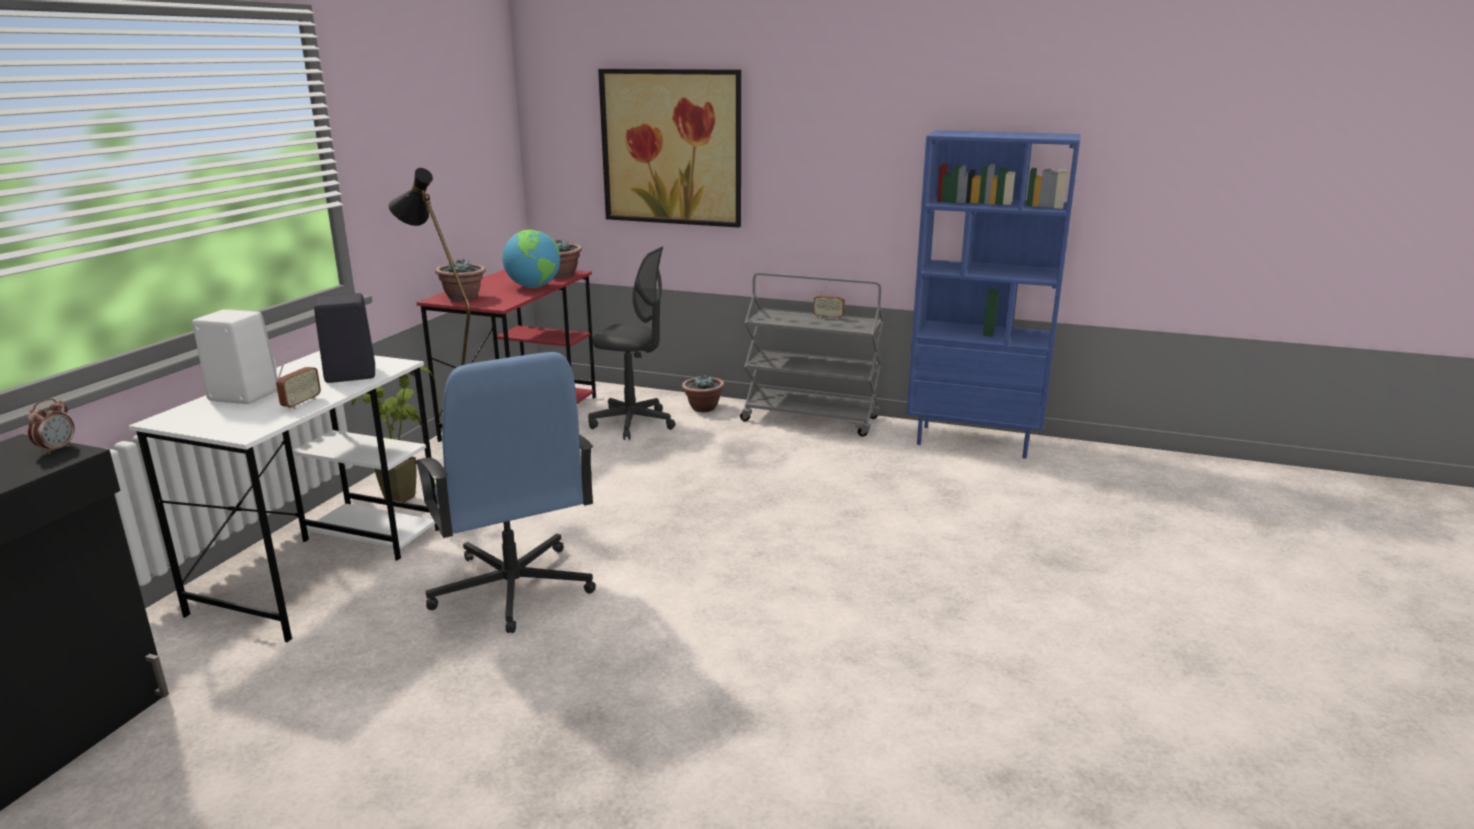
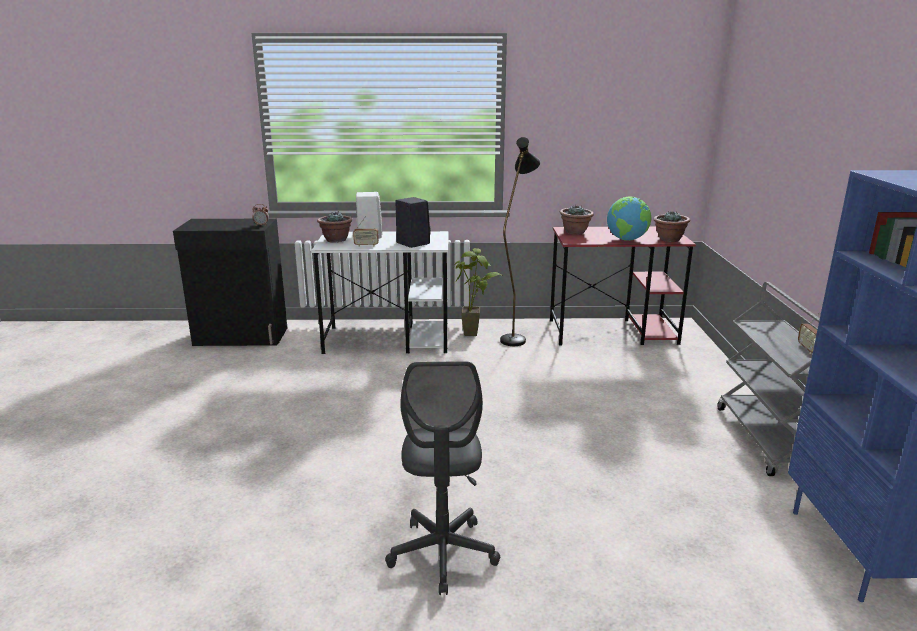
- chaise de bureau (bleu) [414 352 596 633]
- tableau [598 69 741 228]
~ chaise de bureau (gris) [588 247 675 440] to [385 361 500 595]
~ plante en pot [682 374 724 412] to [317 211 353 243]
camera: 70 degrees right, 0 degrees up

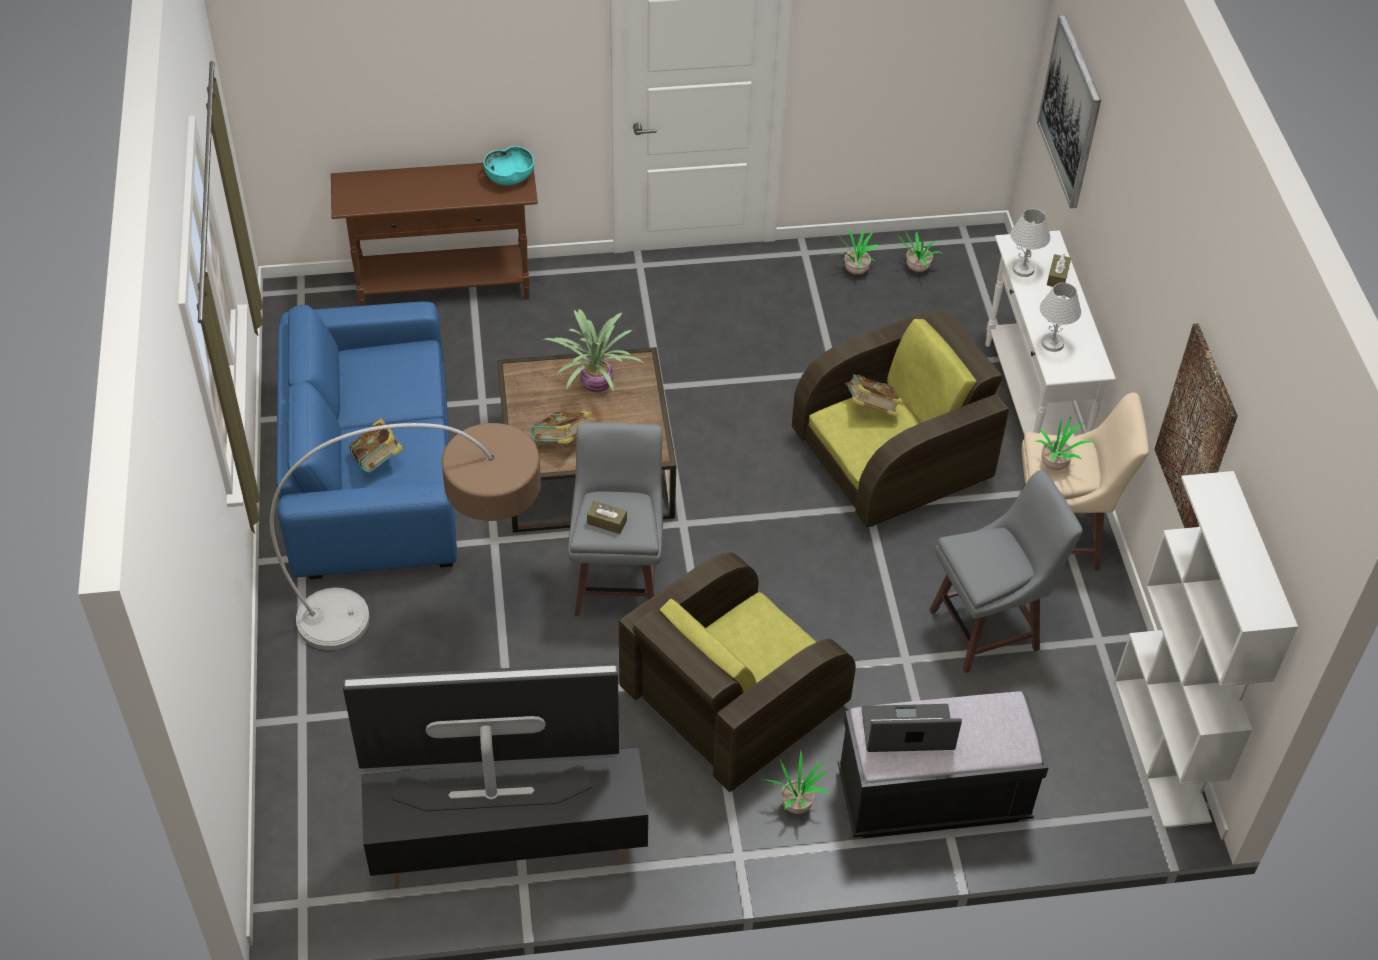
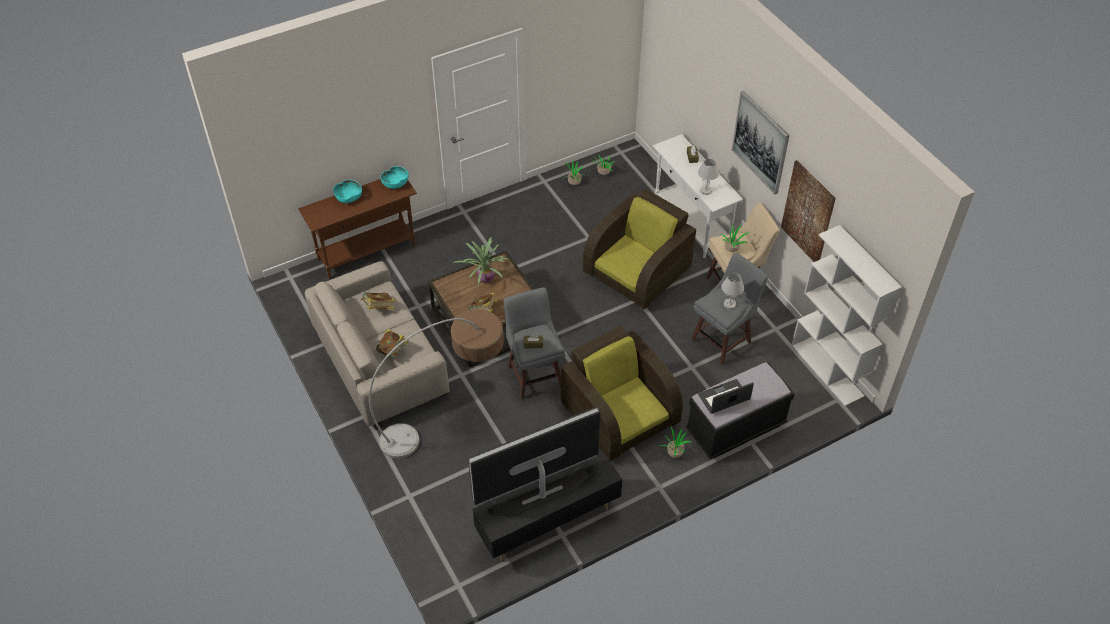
+ bol (turquoise) [333 180 362 203]
~ livre [844 374 903 417] to [361 292 395 309]
~ lampe de table (blanc) [1010 209 1050 277] to [721 273 744 309]
~ tableau [1037 15 1101 208] to [732 91 789 194]
~ canapé (bleu) [277 302 457 579] to canapé (beige) [305 261 450 427]
~ fauteuil (marron) [619 552 856 792] = [561 326 683 461] 120 degrees clockwise
camera: 20 degrees left, 0 degrees up

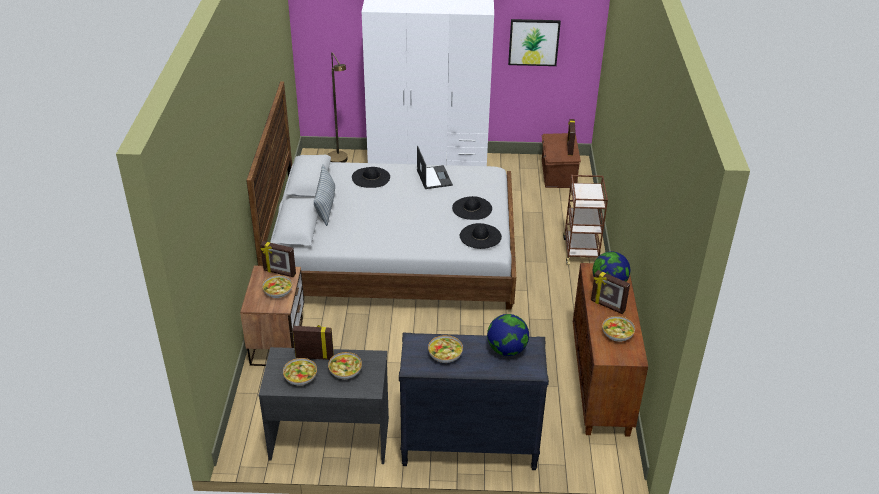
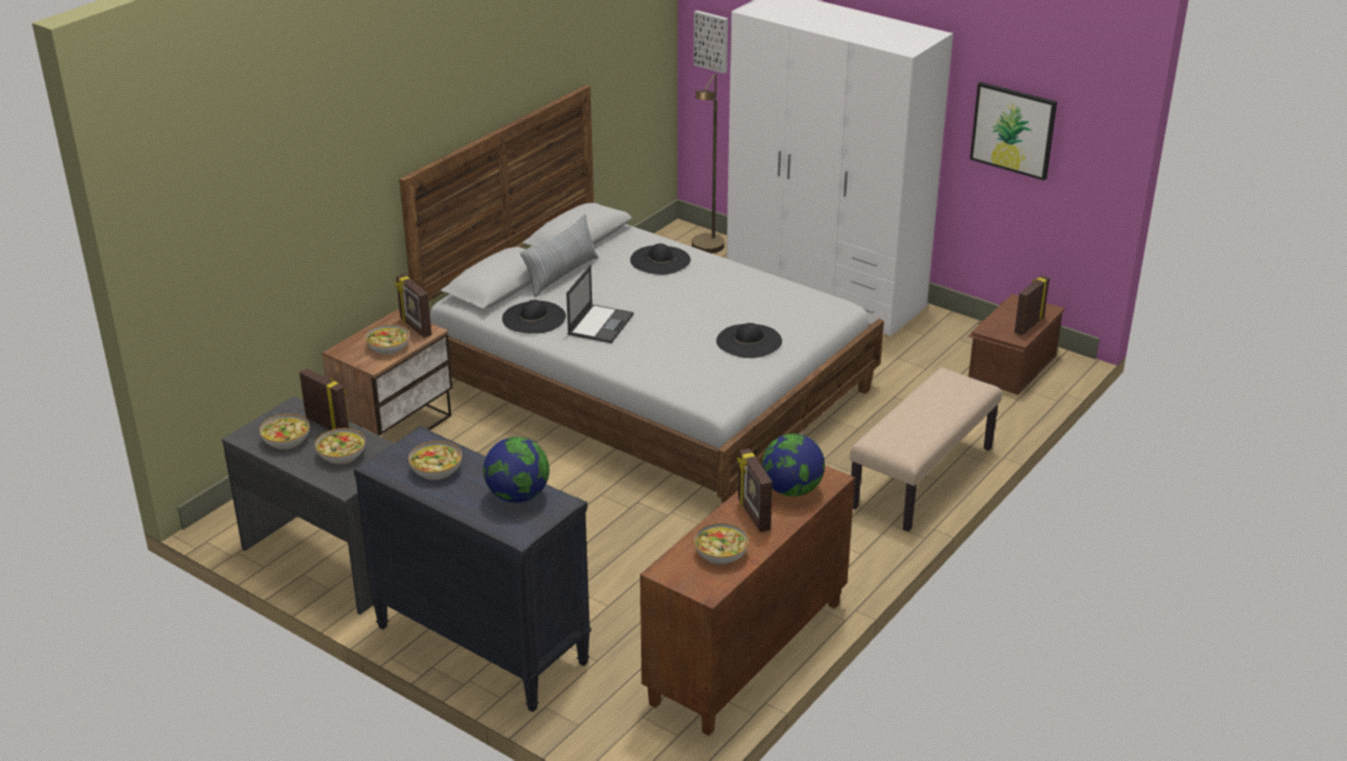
+ tableau [694 10 728 74]
~ ordinateur portable [417 146 453 189] to [566 265 634 343]
~ chapeau (noir) [460 223 502 249] to [502 300 566 334]
~ chariot (marron) [563 175 608 265] to banc (beige) [850 367 1002 532]
camera: 35 degrees right, 5 degrees down

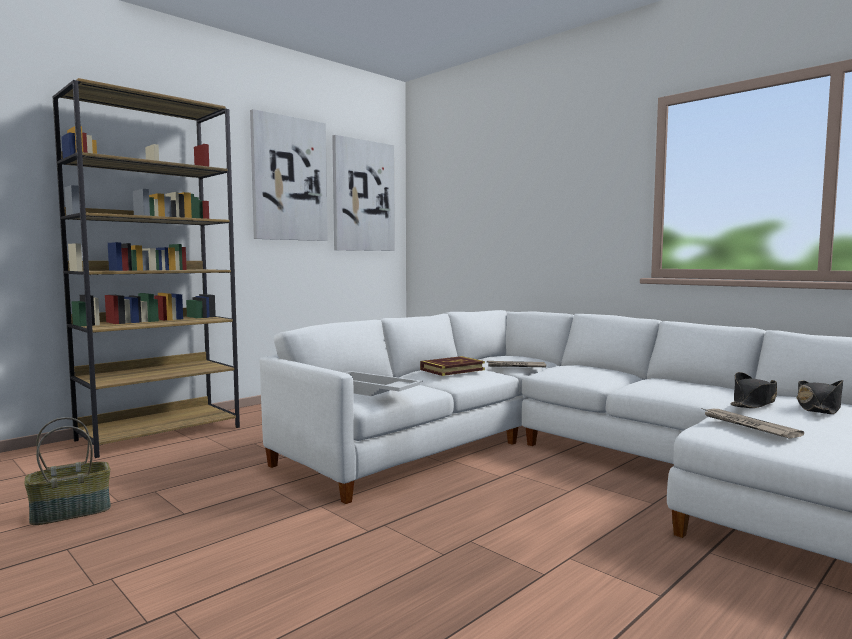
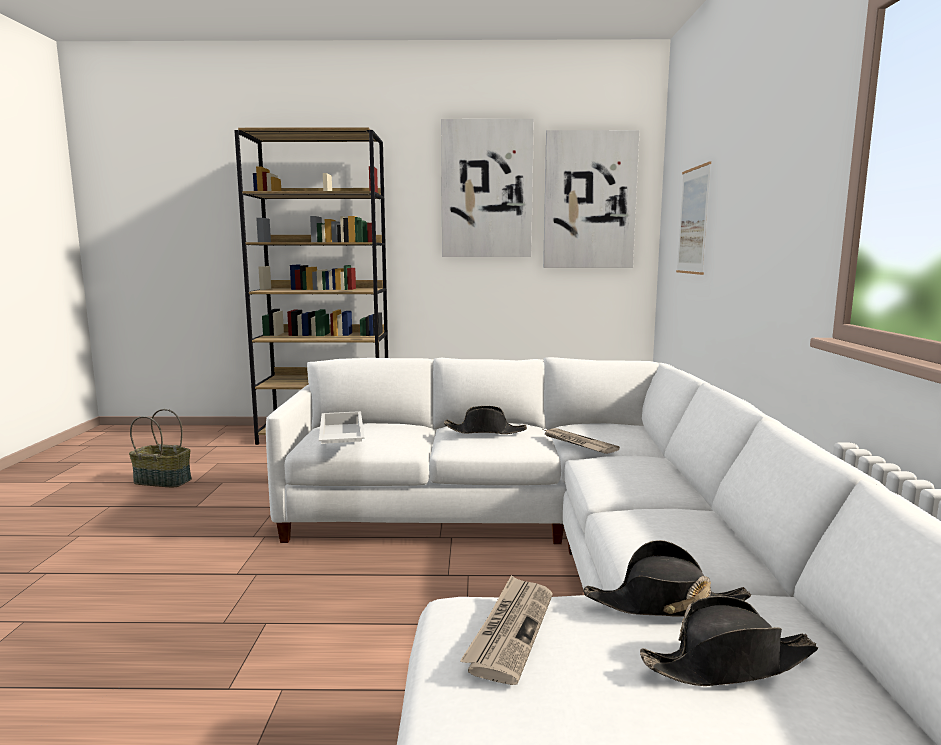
+ tableau [676 162 711 275]
~ livre [420 356 485 376] to chapeau (noir) [444 406 527 434]
camera: 45 degrees right, 5 degrees up

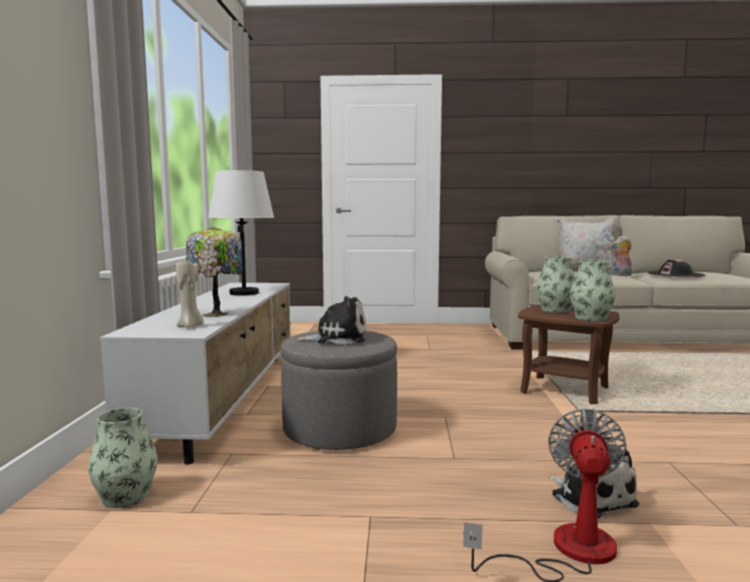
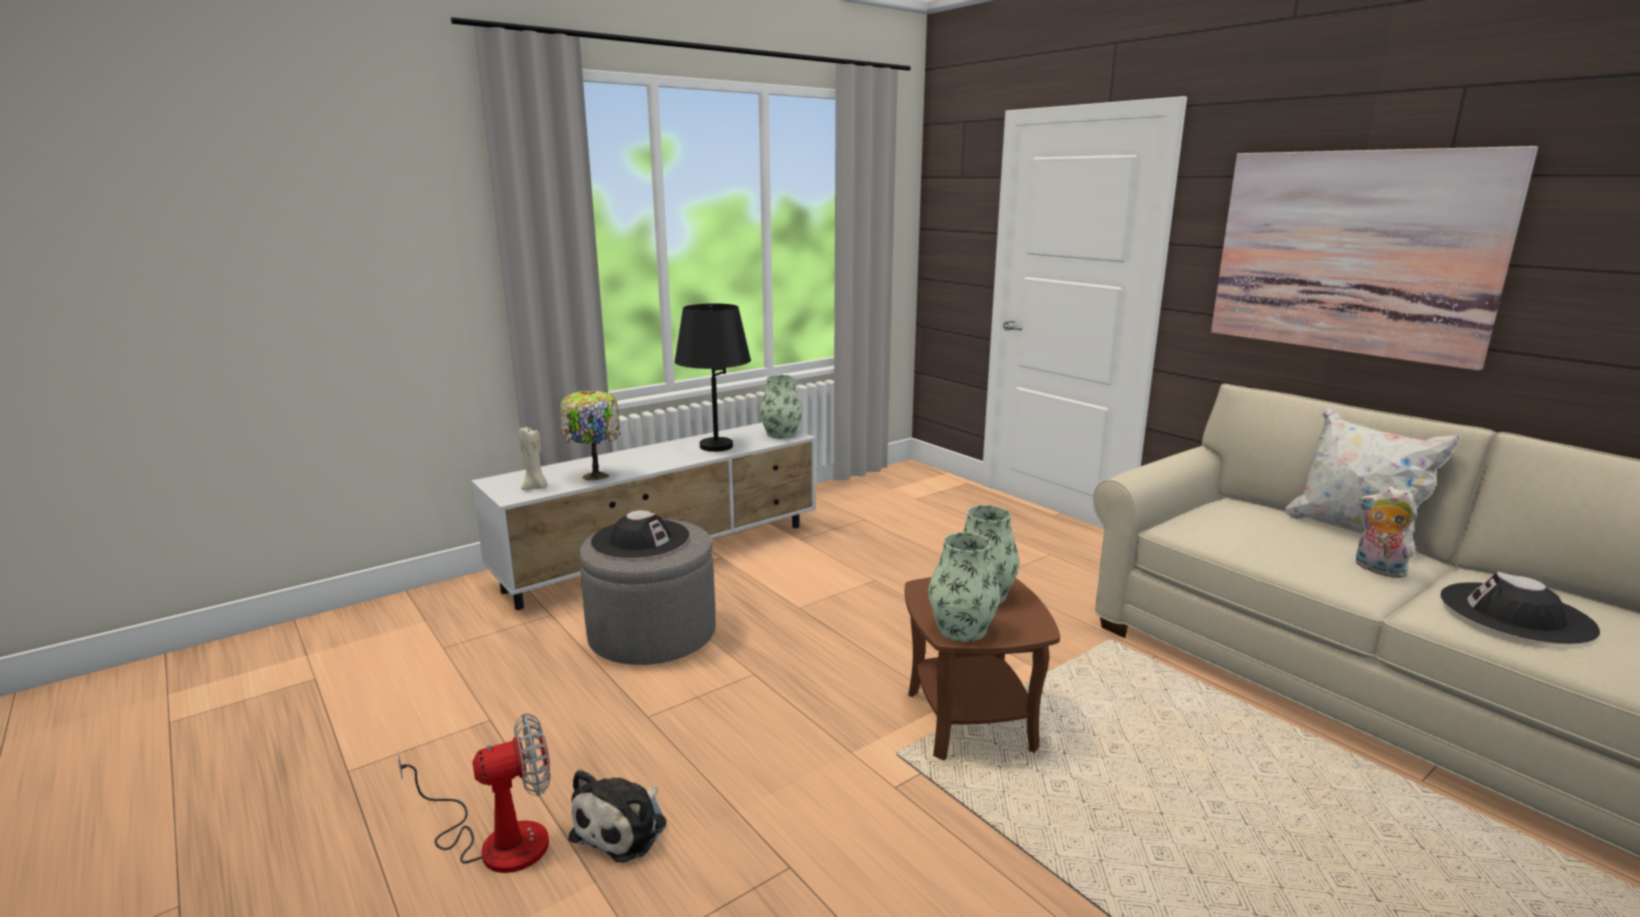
+ tableau [1211 146 1538 371]
~ vase [88 408 158 508] to [760 375 802 438]
~ peluche [296 296 366 345] to chapeau (noir) [591 510 689 558]
~ lampe de table (blanc) [208 170 274 296] to lampe de table (noir) [675 303 751 452]
camera: 50 degrees right, 10 degrees up

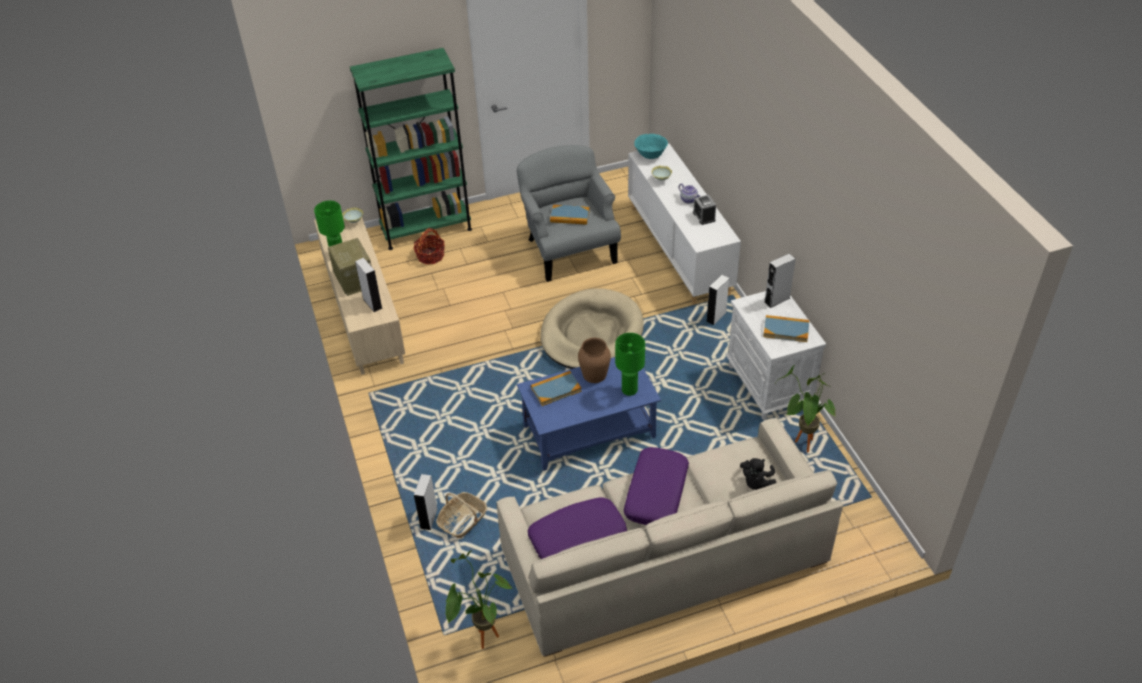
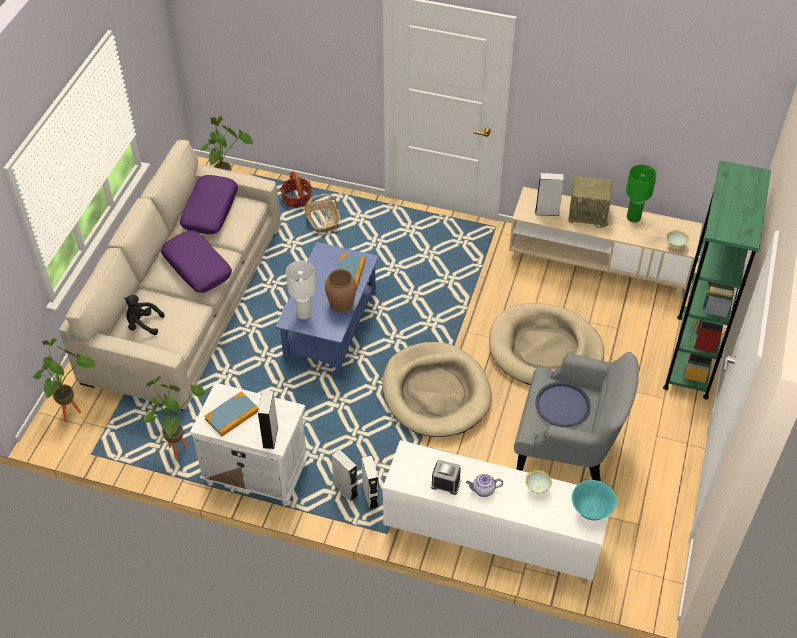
+ plante en pot [33 338 97 422]
+ panier pour chien (beige) [489 303 604 385]
~ panier [414 228 445 264] to [280 171 312 208]
~ enceinte (gris) [414 474 437 530] to [331 449 358 501]
~ livre [550 205 590 225] to plateau (bleu) [535 382 591 427]
~ lampe de table (vert) [615 333 645 396] to lampe de table (blanc) [286 261 316 320]
~ peluche (noir) [740 458 776 490] = [124 295 165 335] 45 degrees counterclockwise
camera: 125 degrees right, 5 degrees up

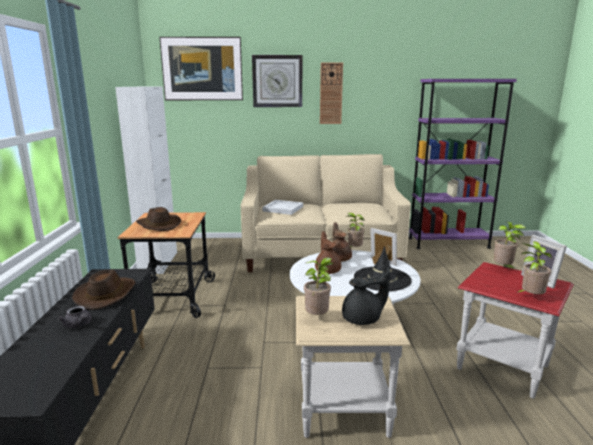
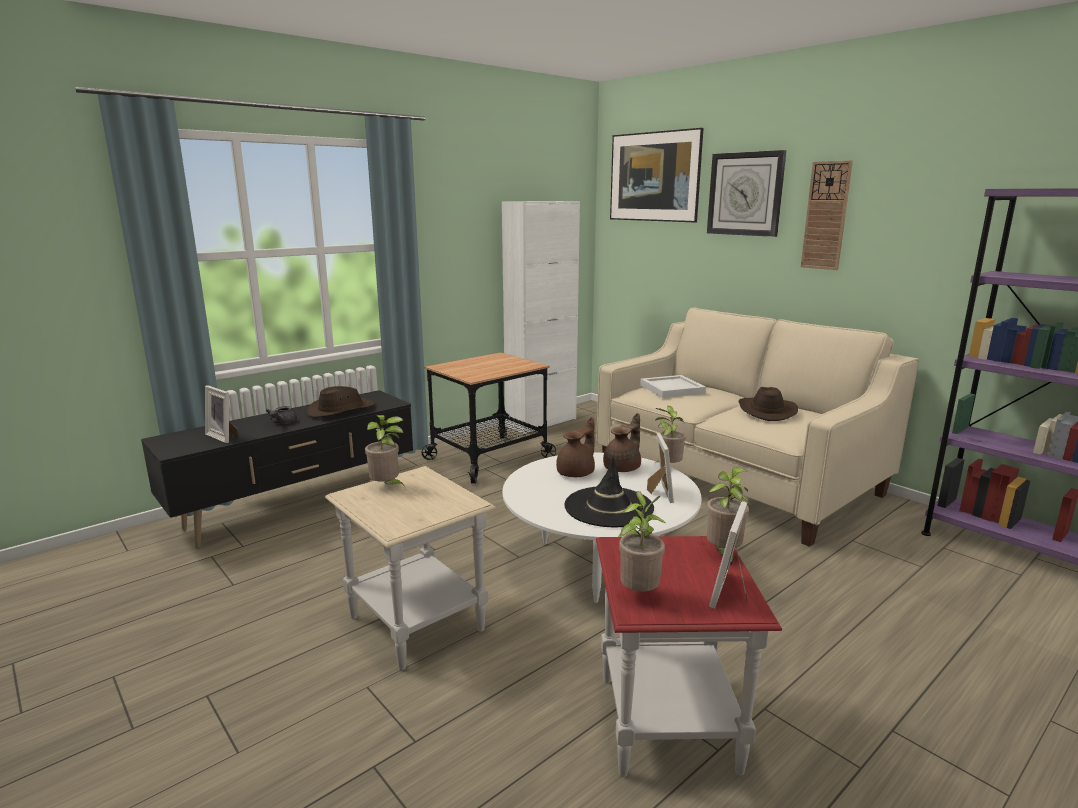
- théière (noir) [342 268 390 325]
+ cadre photo [205 385 237 443]
~ chapeau (marron) [136 207 181 231] to [739 387 798 421]
camera: 50 degrees right, 0 degrees up

